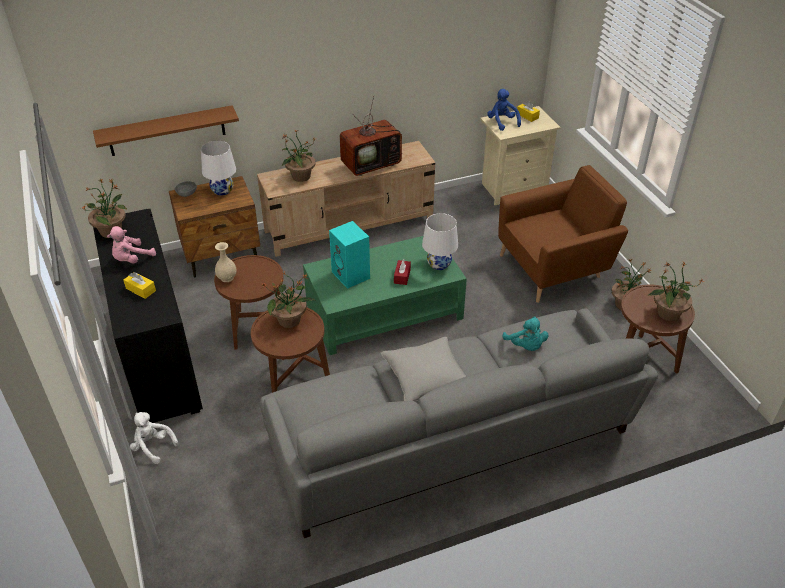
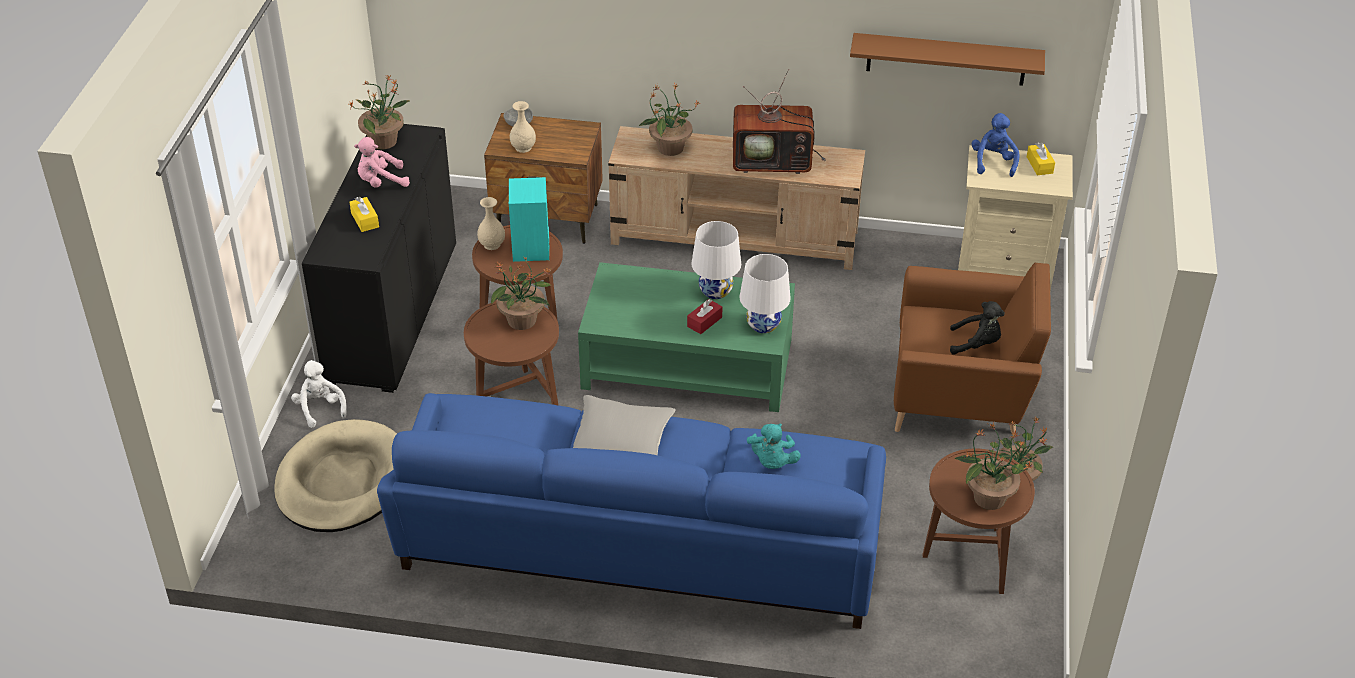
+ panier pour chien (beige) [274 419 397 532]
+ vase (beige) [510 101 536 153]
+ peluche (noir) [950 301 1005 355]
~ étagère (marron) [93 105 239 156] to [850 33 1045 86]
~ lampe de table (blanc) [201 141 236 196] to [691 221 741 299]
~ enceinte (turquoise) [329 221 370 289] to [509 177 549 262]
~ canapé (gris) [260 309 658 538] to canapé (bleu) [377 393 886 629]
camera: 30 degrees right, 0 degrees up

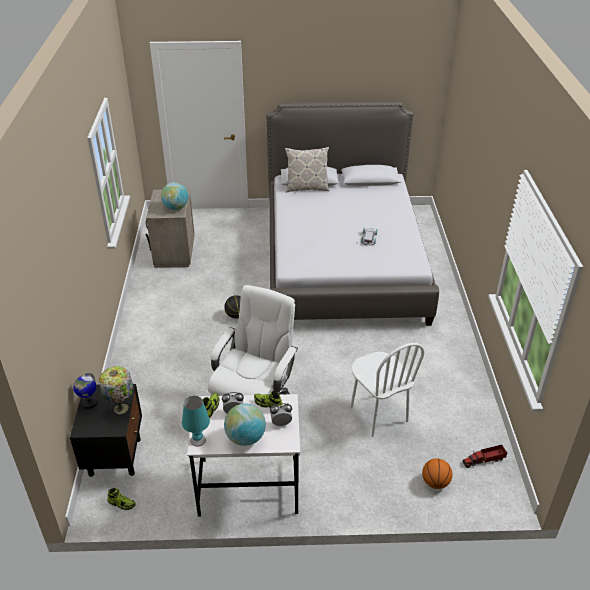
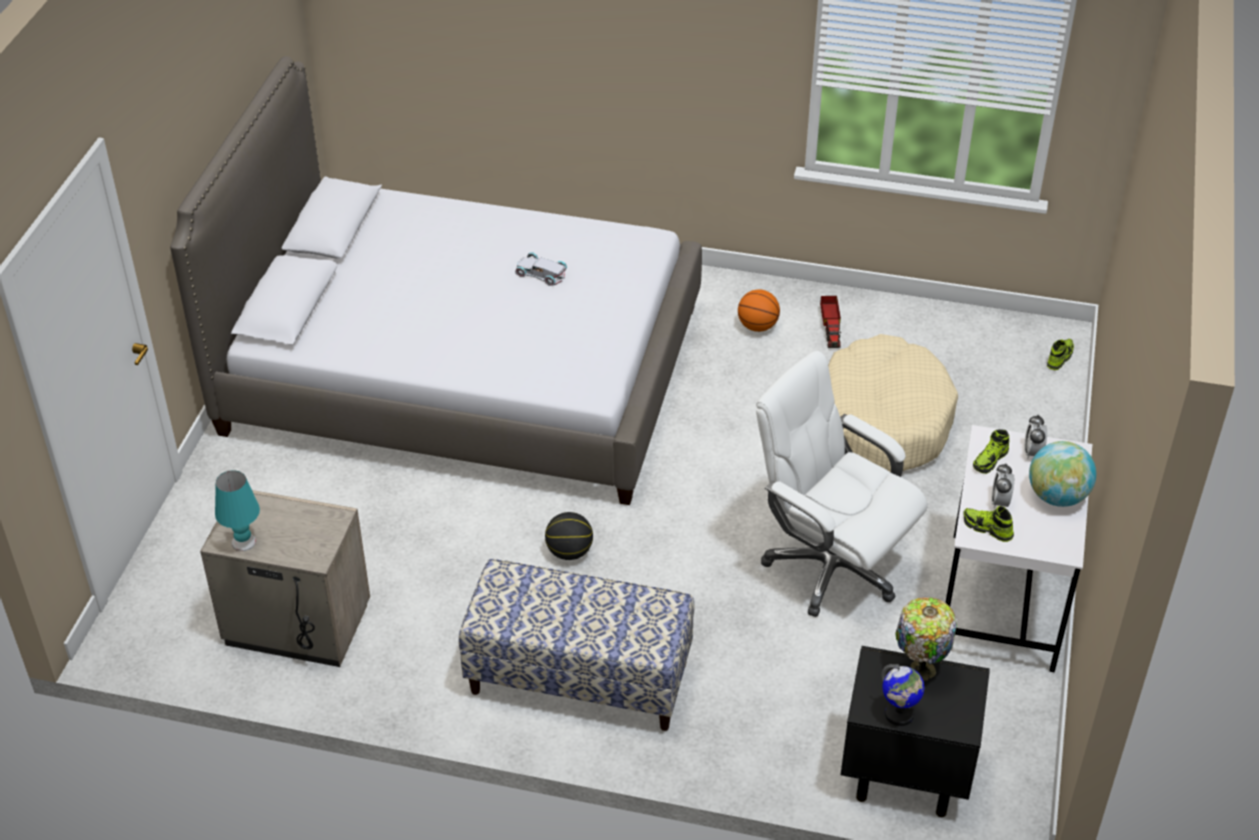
- globe [161 182 189 210]
- coussin [285 147 329 192]
+ banc [459 559 695 731]
~ chaussure [107 488 136 510] to [1047 339 1074 370]
~ lampe de table (turquoise) [182 396 210 447] to [215 470 260 551]
~ ballon de basket [422 458 453 489] to [738 290 780 332]
~ camion jouet [462 445 507 468] to [820 296 841 348]
~ chaise (blanc) [350 343 425 437] to panier pour chien (beige) [828 334 958 472]
camera: 75 degrees left, 5 degrees up

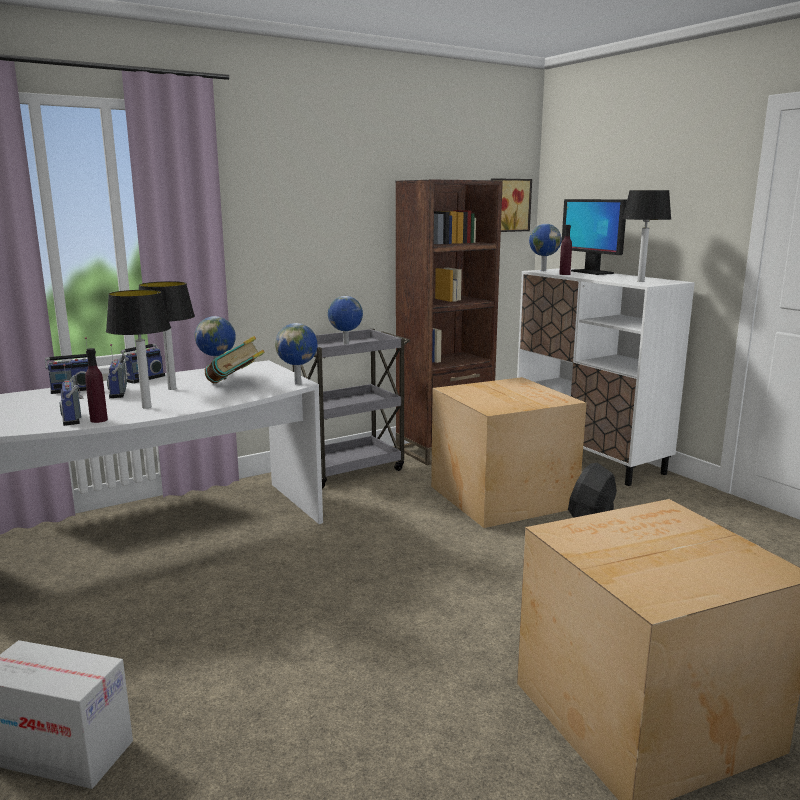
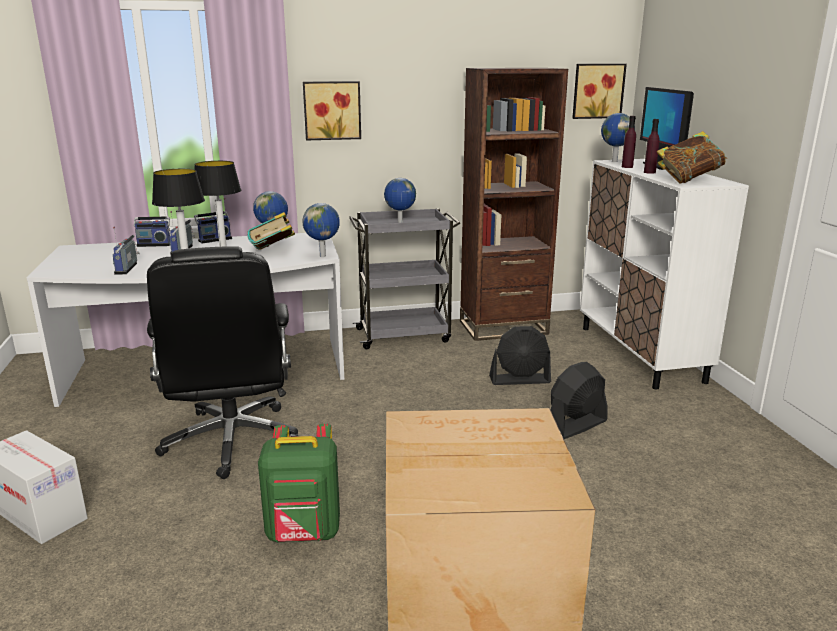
+ chaise de bureau (noir) [147 246 299 479]
+ sac à dos (vert) [258 424 340 542]
+ tableau [303 81 361 140]
~ bouteille (violet) [85 348 108 423] to [644 119 660 174]
~ carton [431 377 586 528] to ventilateur (noir) [489 326 551 385]
~ lampe de table [622 190 671 282] to livre [657 131 727 184]
camera: 20 degrees right, 5 degrees up

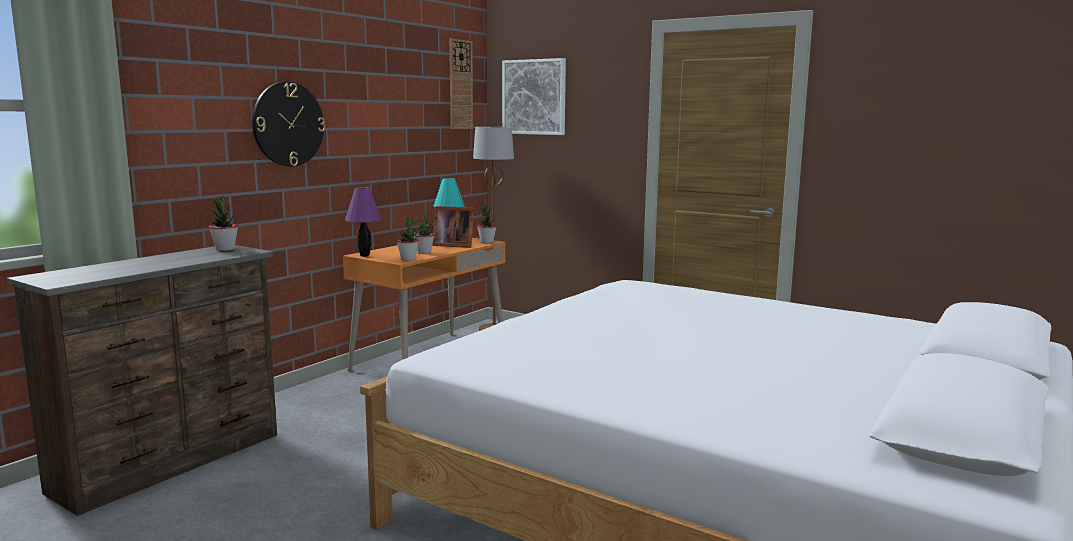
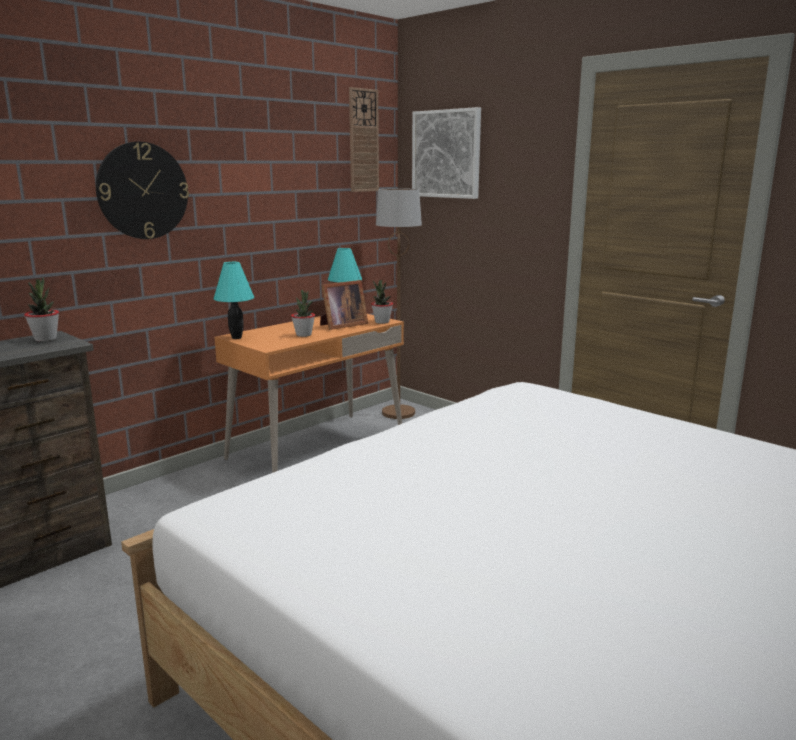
- plante en pot [397 216 419 260]
~ lampe de table (violet) [345 187 382 257] to lampe de table (turquoise) [214 262 254 339]
~ cadre photo [432 206 474 248] = [320 280 368 330] 60 degrees counterclockwise
camera: 10 degrees right, 5 degrees up

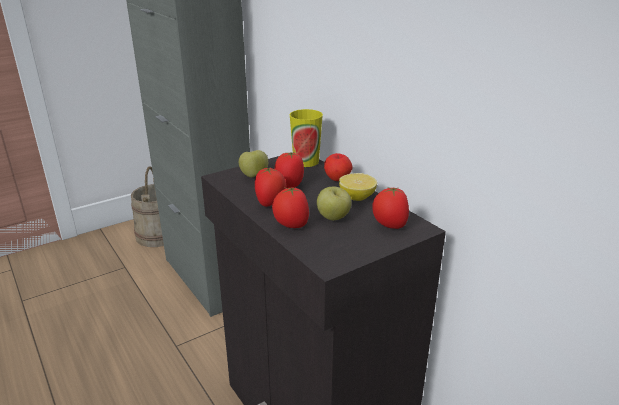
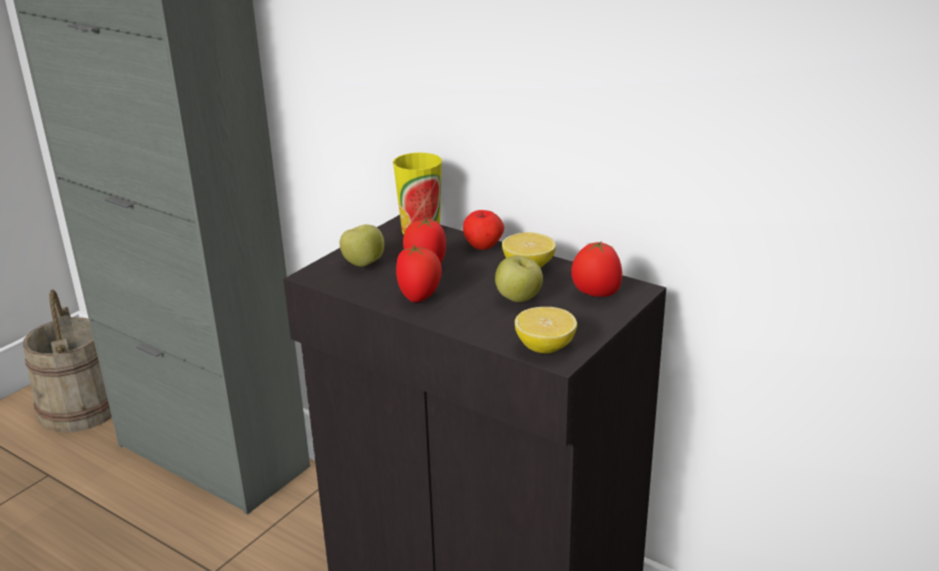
- tomate [272 187 309 228]
+ citron [515 307 577 354]
camera: 20 degrees left, 0 degrees up

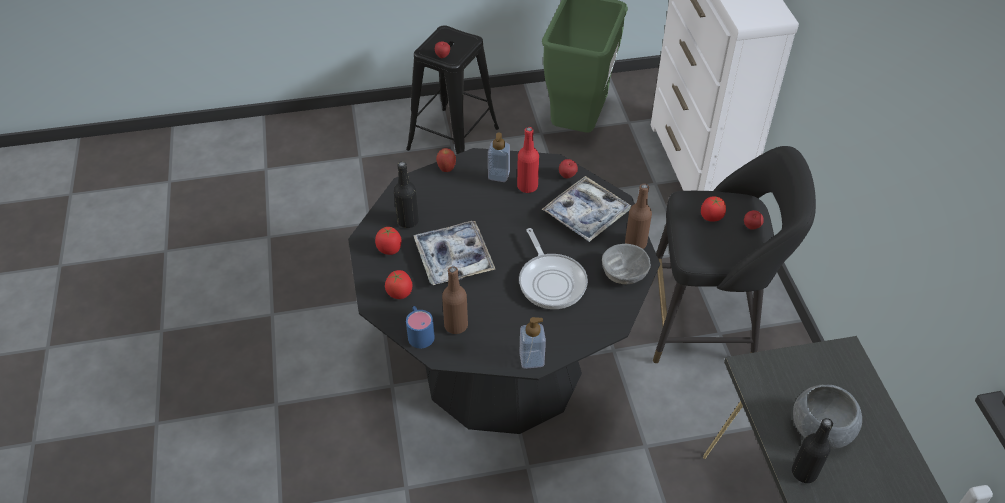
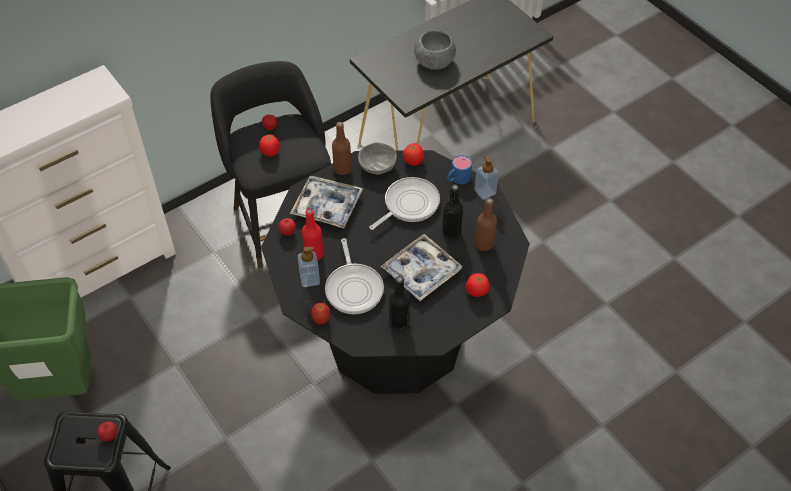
+ poêle [325 238 384 314]
~ tomate [375 227 401 255] to [403 143 424 166]
~ mug (bleu) [406 306 435 348] to [447 155 472 184]
~ bouteille (noir) [792 418 833 483] to [442 185 463 238]
camera: 115 degrees left, 5 degrees up

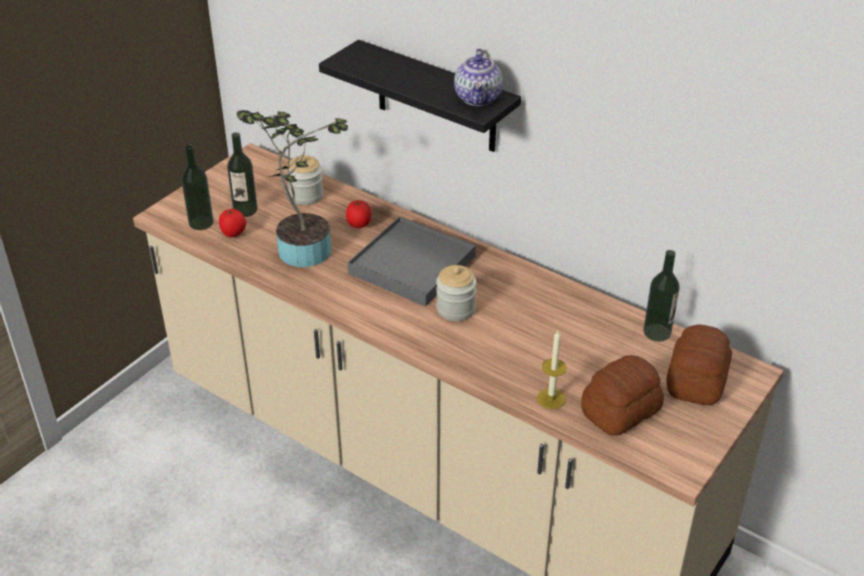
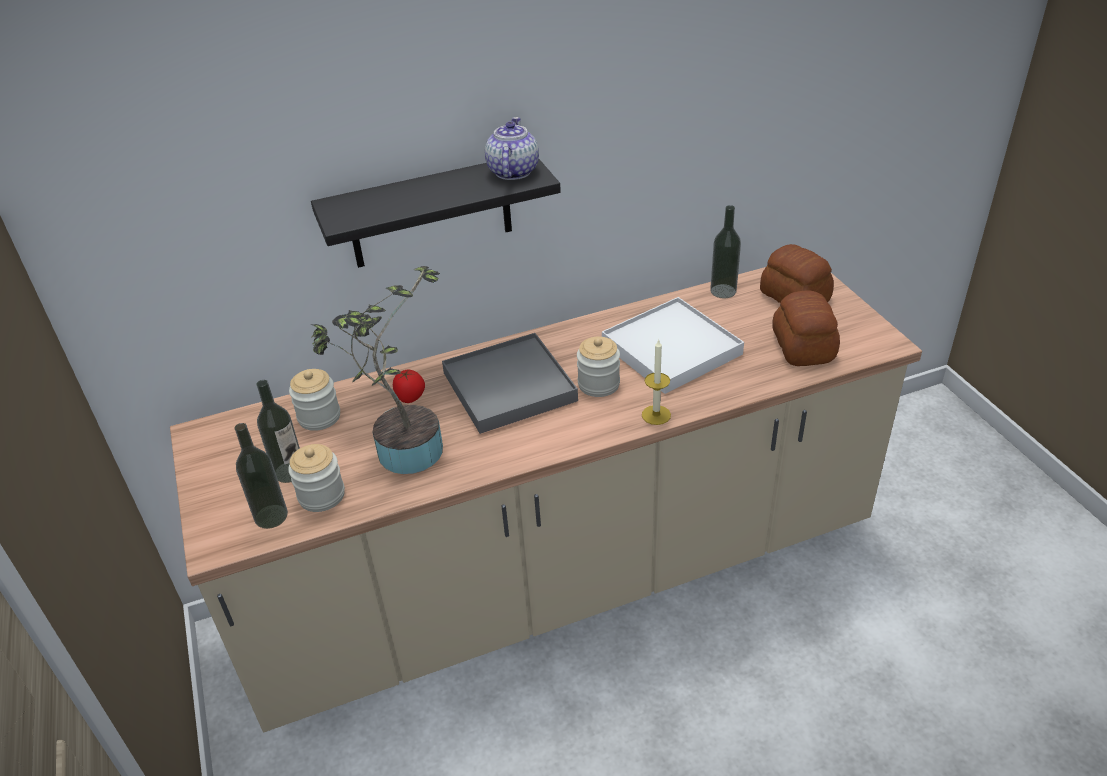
+ plateau (blanc) [602 297 744 394]
~ bougie [537 331 567 409] to [642 339 671 425]
~ tomate [219 209 246 237] to bocal [288 444 345 512]
~ théière [454 49 503 106] = [485 117 539 180] 120 degrees counterclockwise
camera: 55 degrees left, 0 degrees up

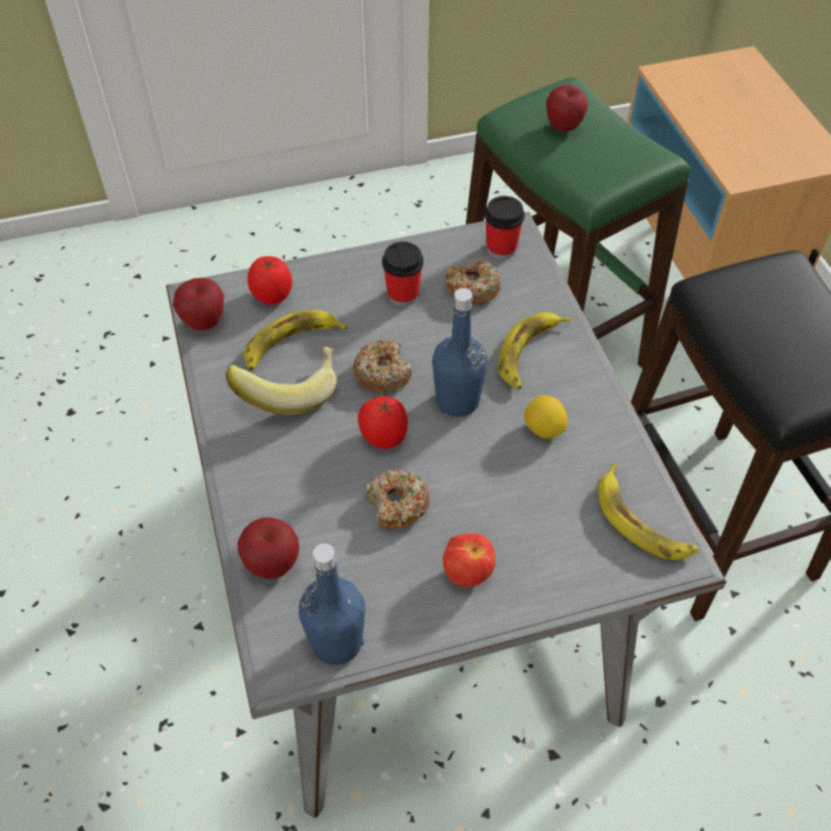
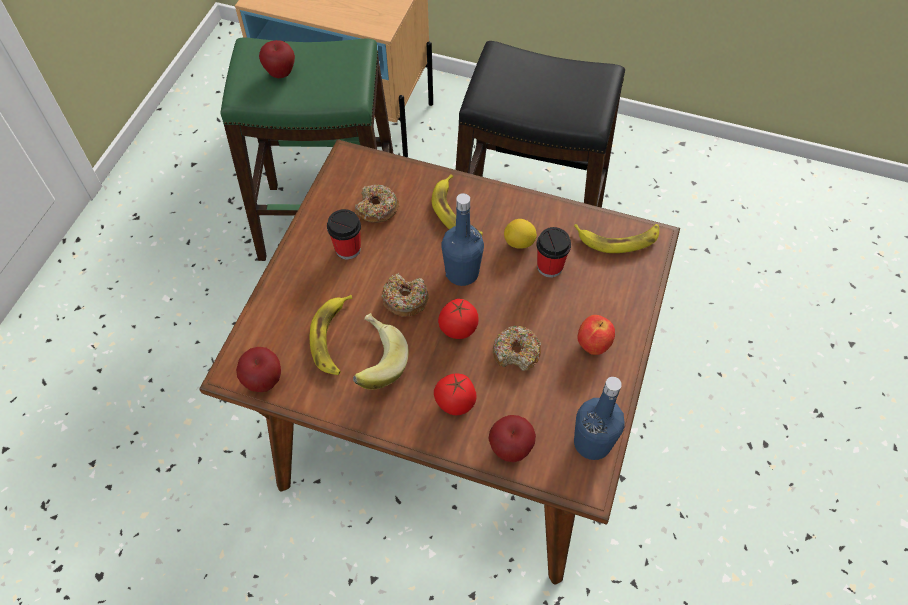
~ tomate [247 256 292 305] to [434 374 477 415]
~ tasse [485 196 525 259] to [537 227 571 278]
~ table à manger (gris) [166 212 726 818] to table à manger (marron) [199 139 680 585]
camera: 55 degrees left, 5 degrees up

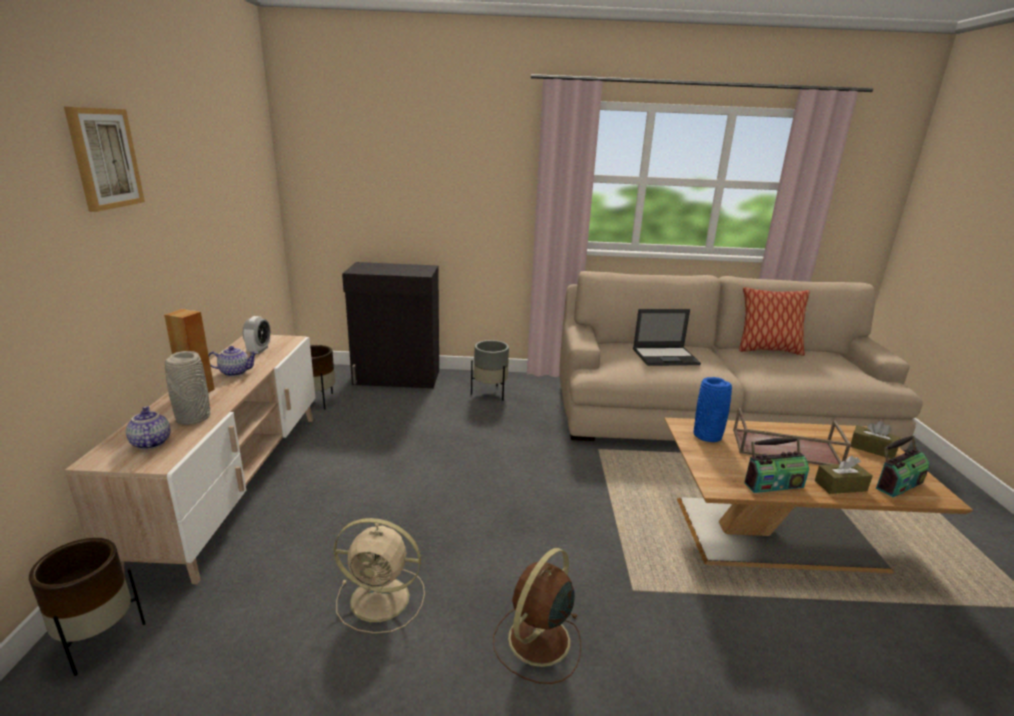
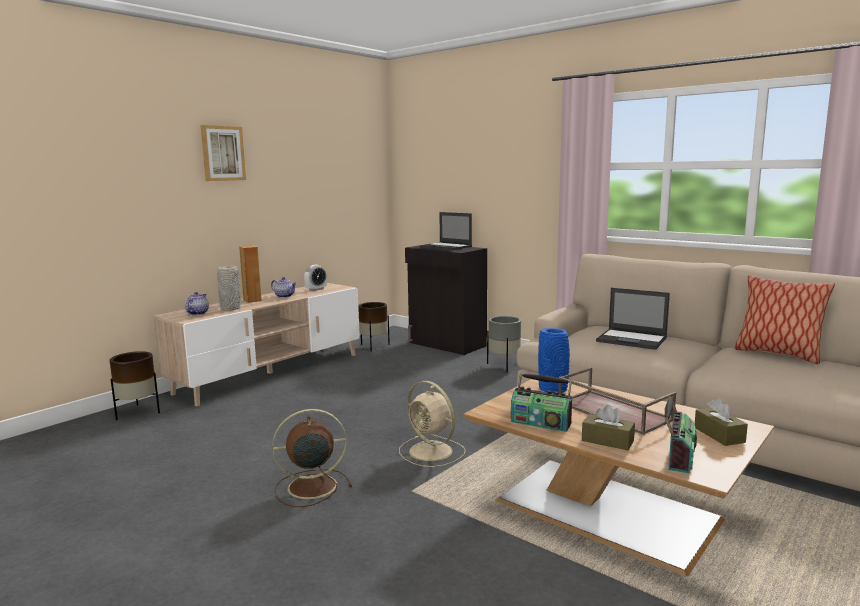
+ ordinateur portable [420 212 472 250]
~ ventilateur (beige) [334 518 425 634] to [399 381 466 467]
~ radio [876 435 930 497] = [665 397 697 474] 75 degrees counterclockwise
camera: 40 degrees right, 10 degrees down

